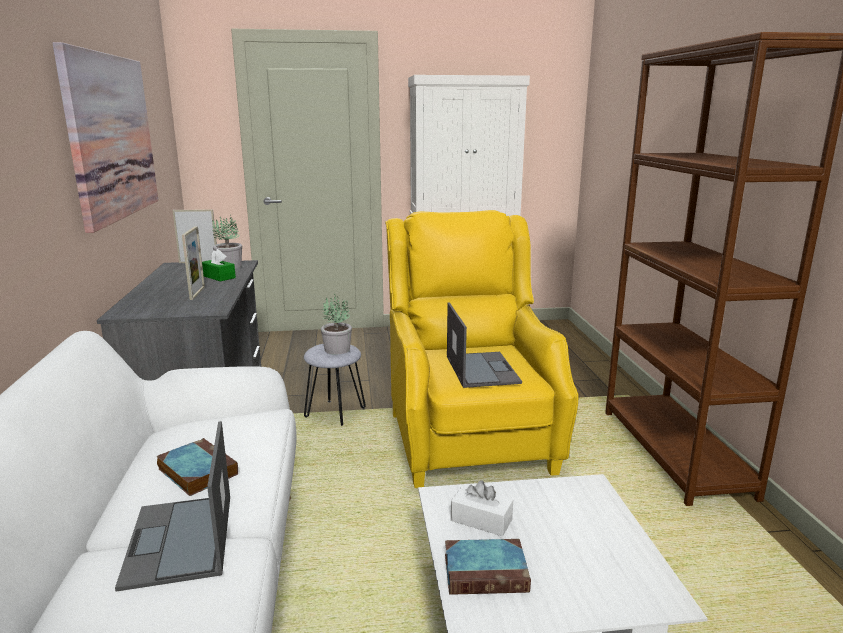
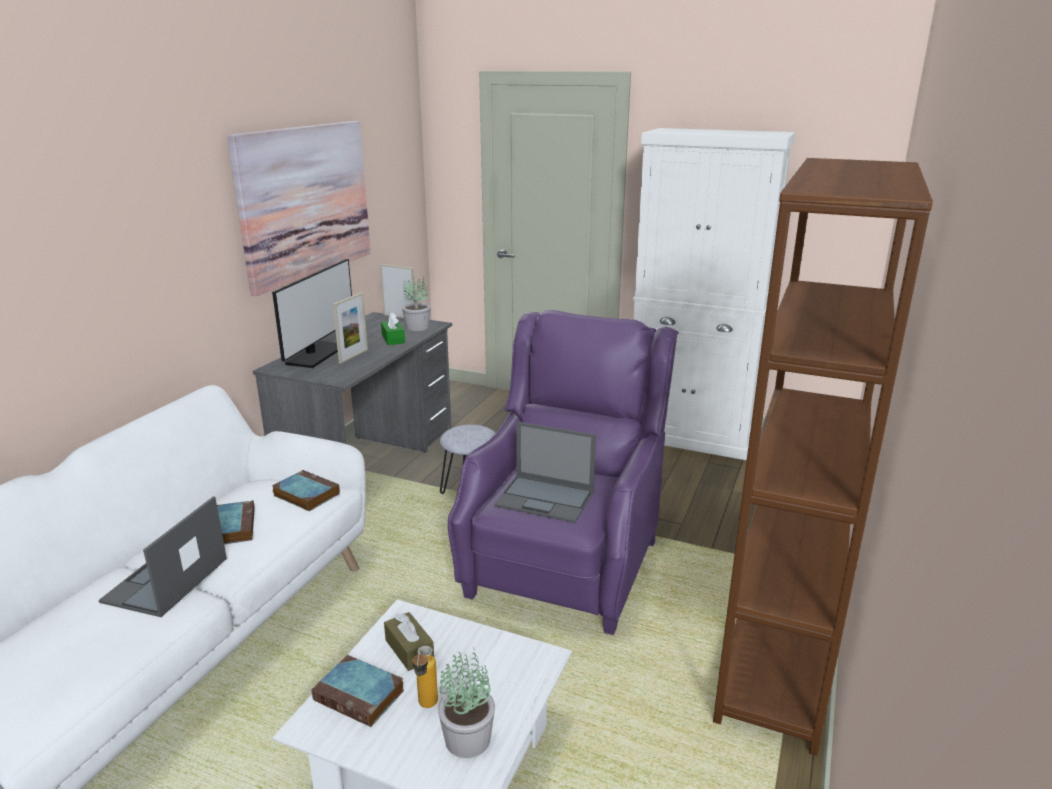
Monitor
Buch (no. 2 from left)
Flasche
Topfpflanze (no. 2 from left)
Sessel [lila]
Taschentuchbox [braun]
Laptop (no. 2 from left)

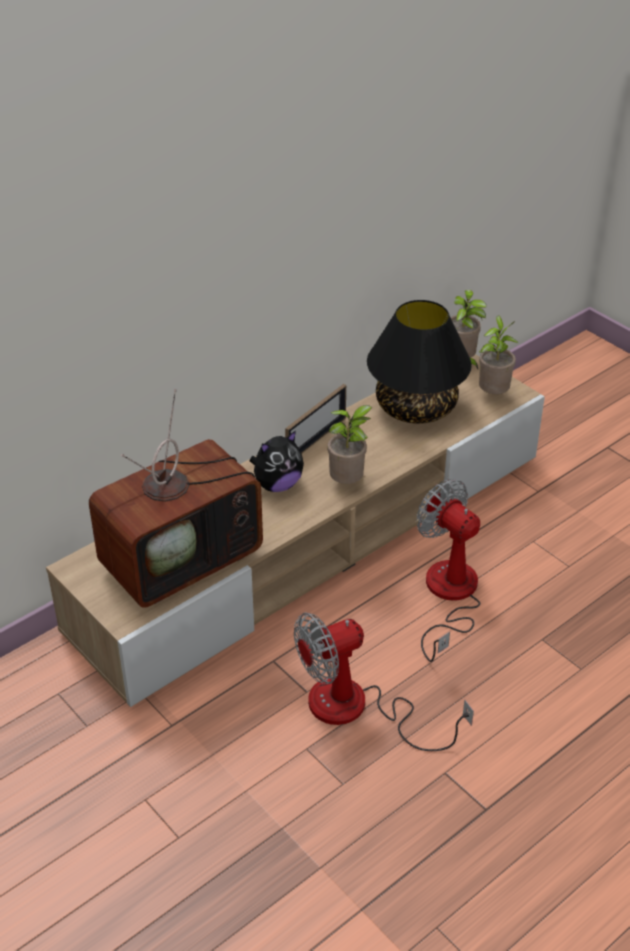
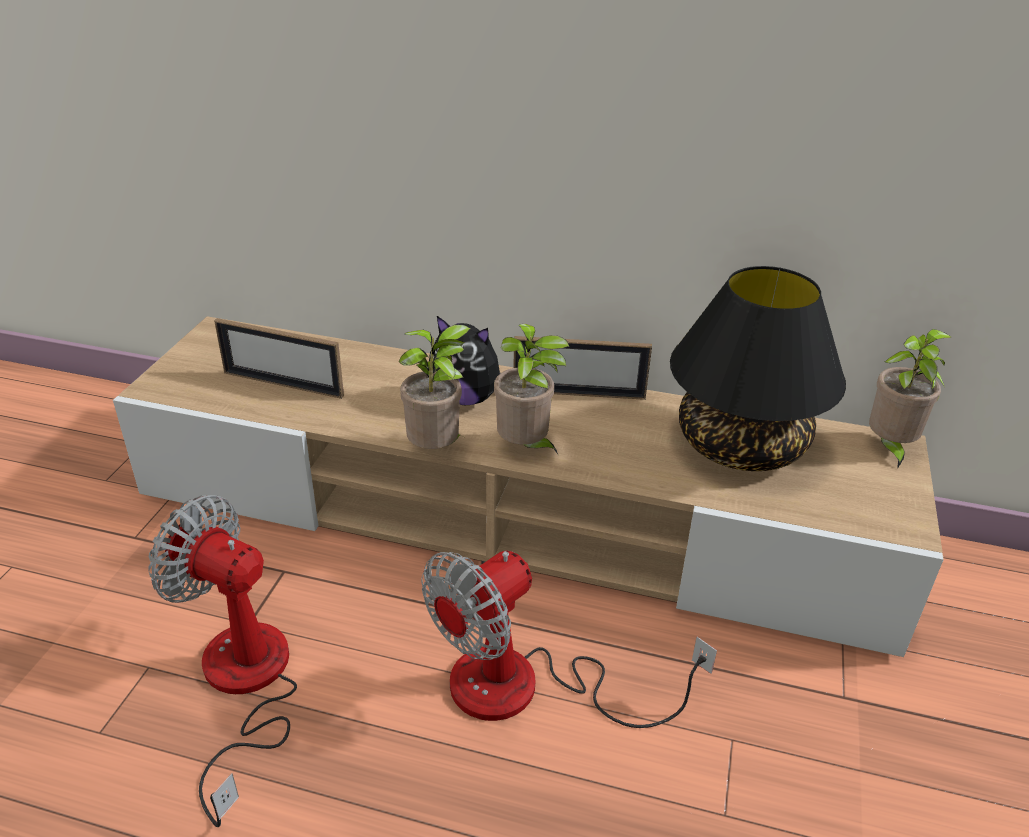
Topfpflanze (no. 1 from left)
Bilderrahmen (no. 1 from left)
Ventilator (no. 2 from left)

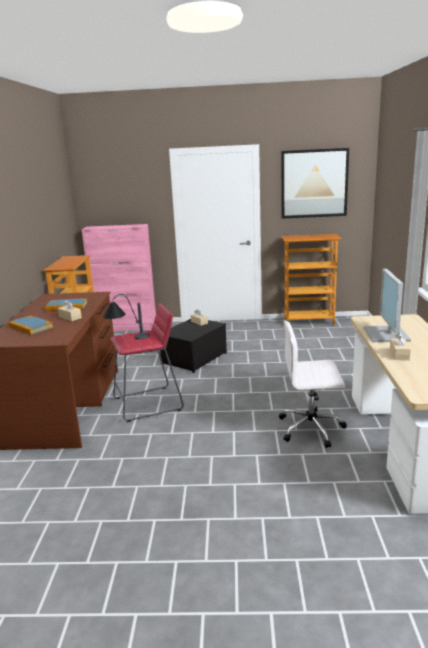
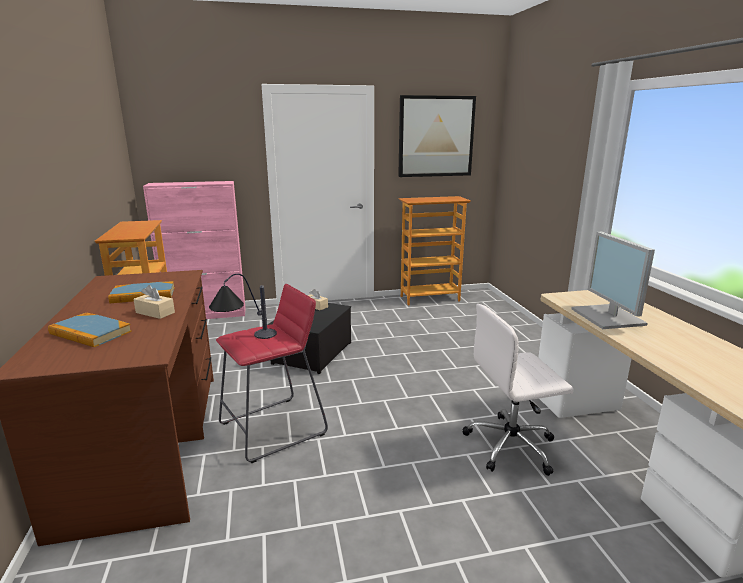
Taschentuchbox [beige] (no. 3 from left in the first image)

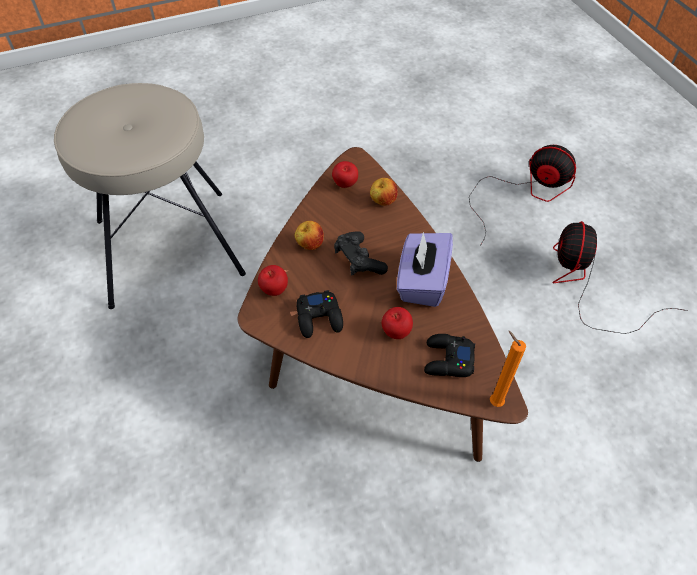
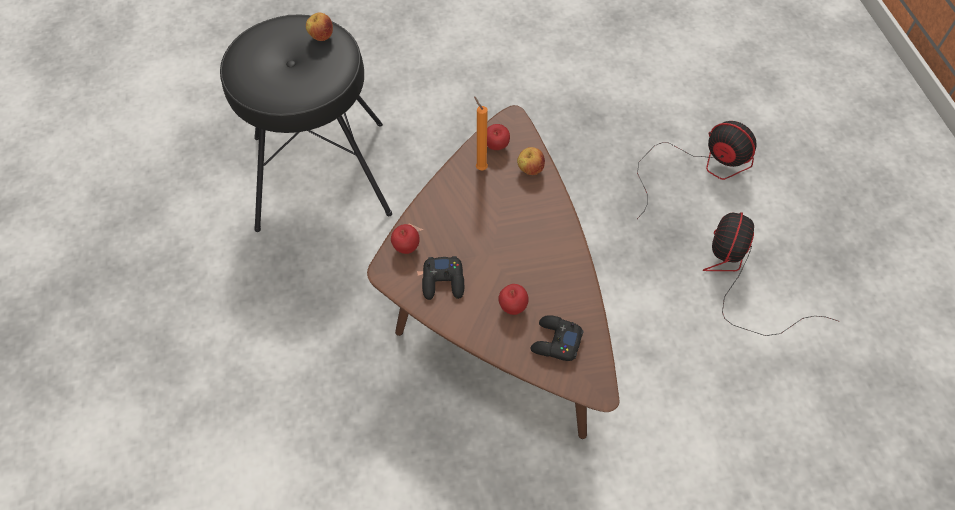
Gamepad [schwarz] (no. 2 from left in the first image)
Taschentuchbox [lila]
Apfel (no. 1 from left)
Kerze [orange]
Hocker [schwarz]

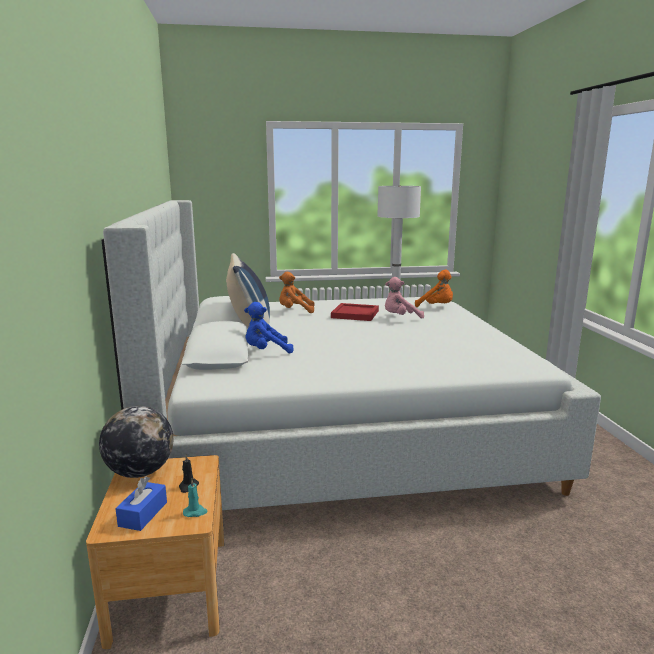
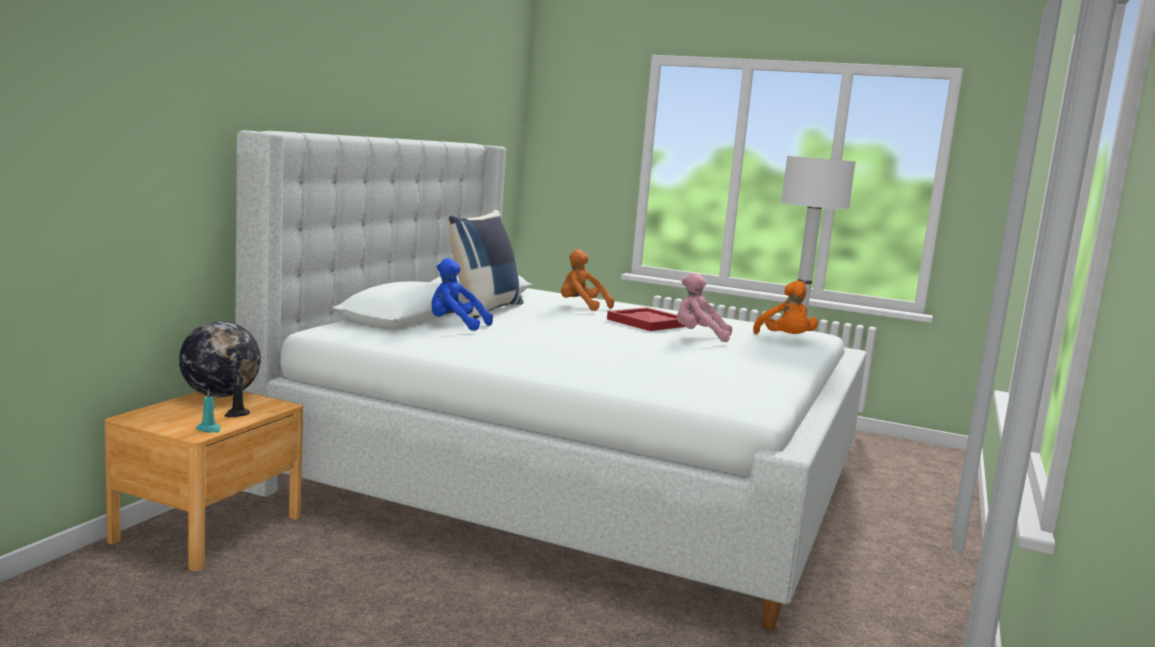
Taschentuchbox [blau]

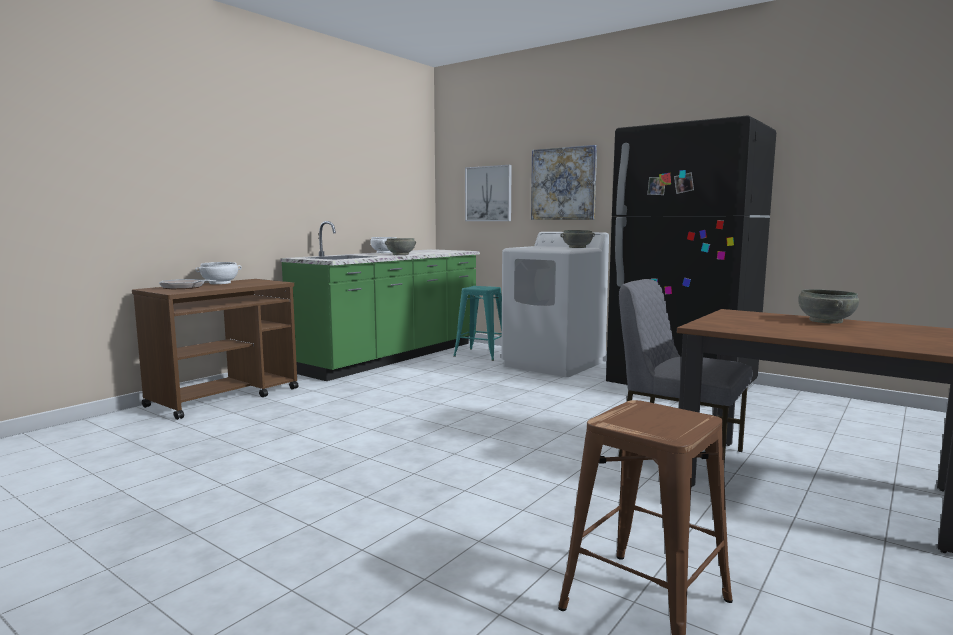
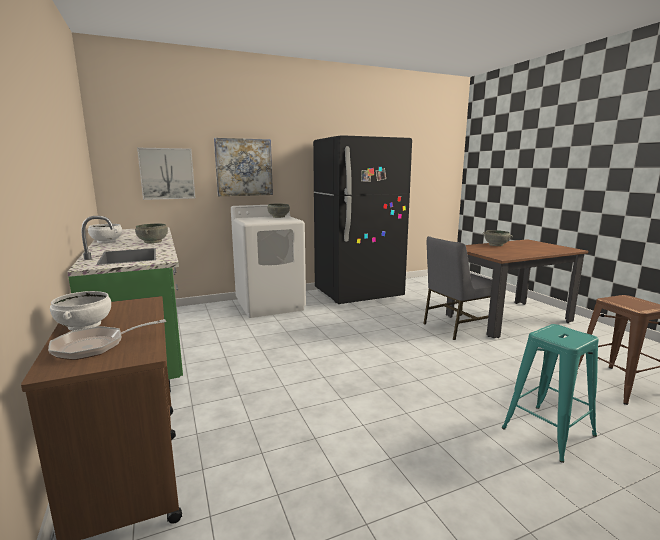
Hocker [türkis]

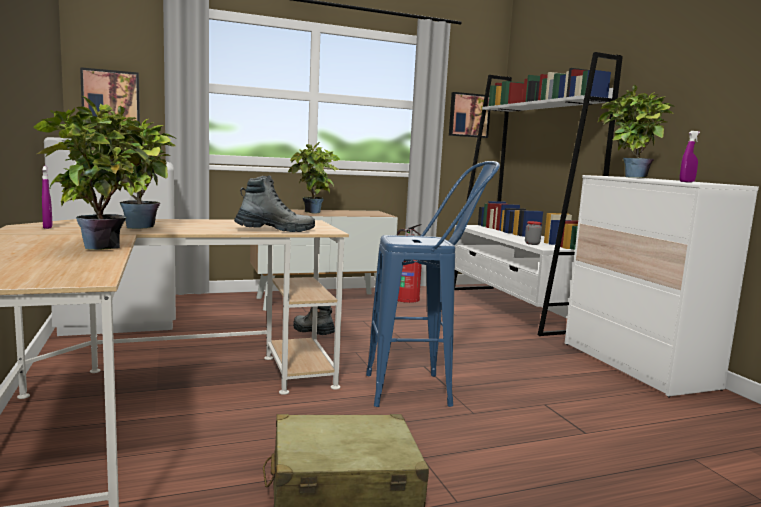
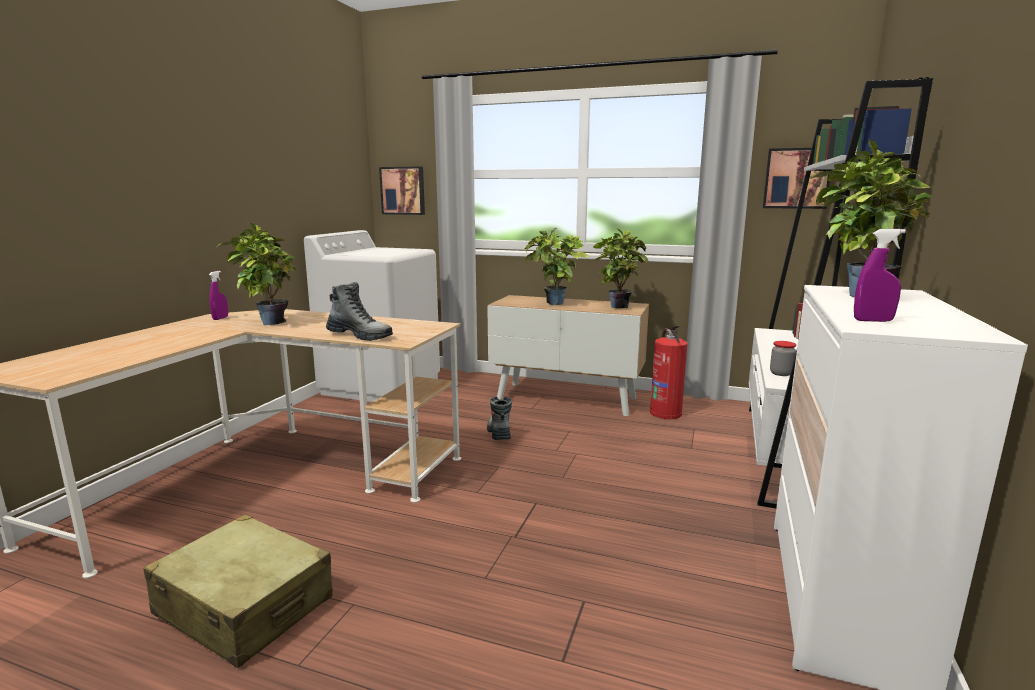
Hocker [blau]
Topfpflanze (no. 3 from left)

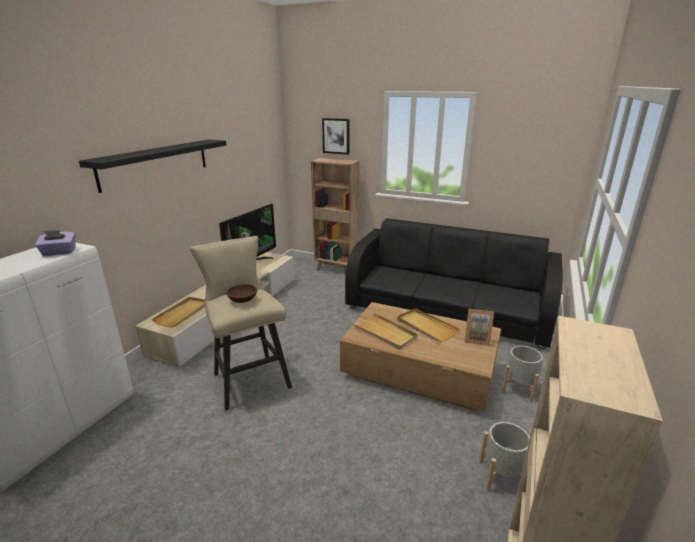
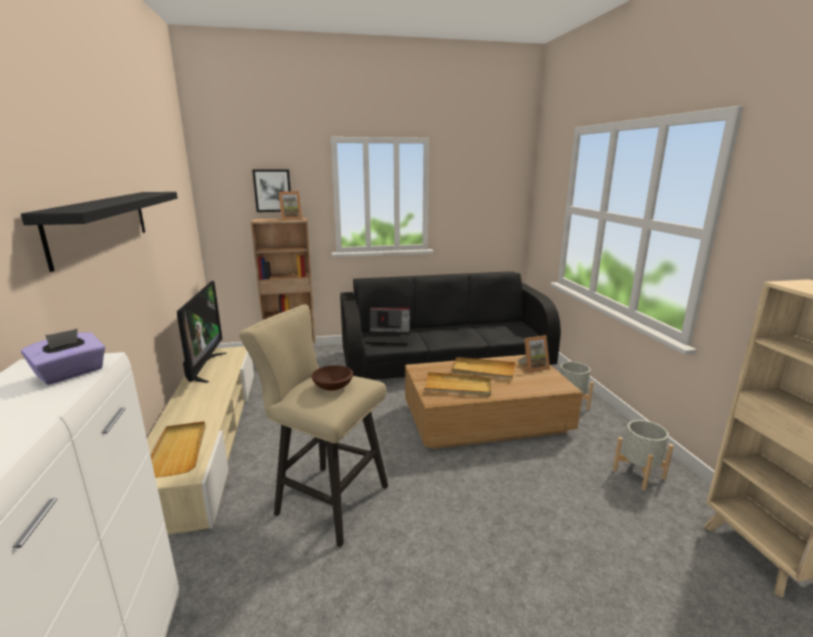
Bilderrahmen (no. 1 from left)
Laptop

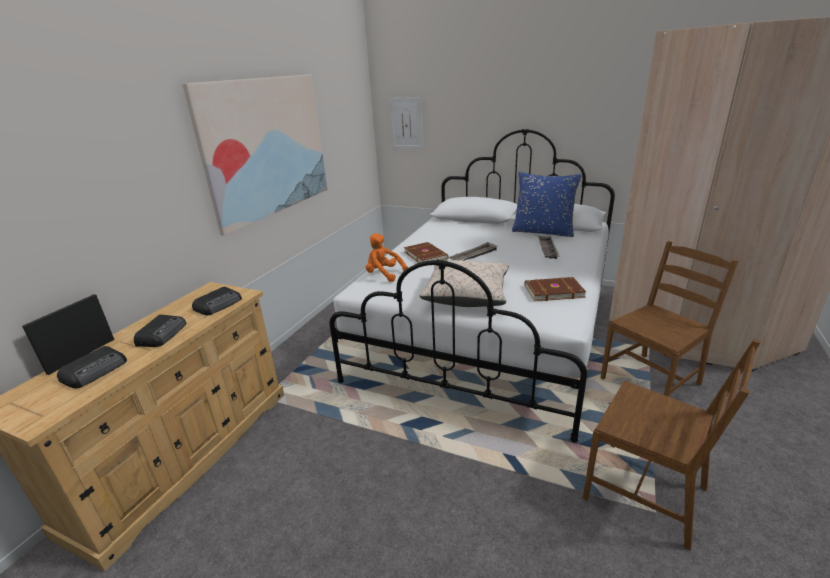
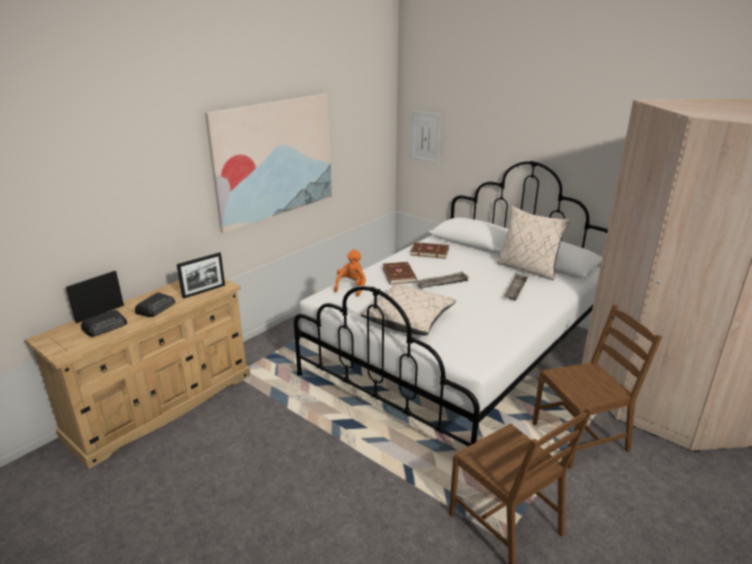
Buch [braun] (no. 2 from left)
Bilderrahmen (no. 2 from left)
Kissen [beige] (no. 2 from left)
Plüschtier [orange]

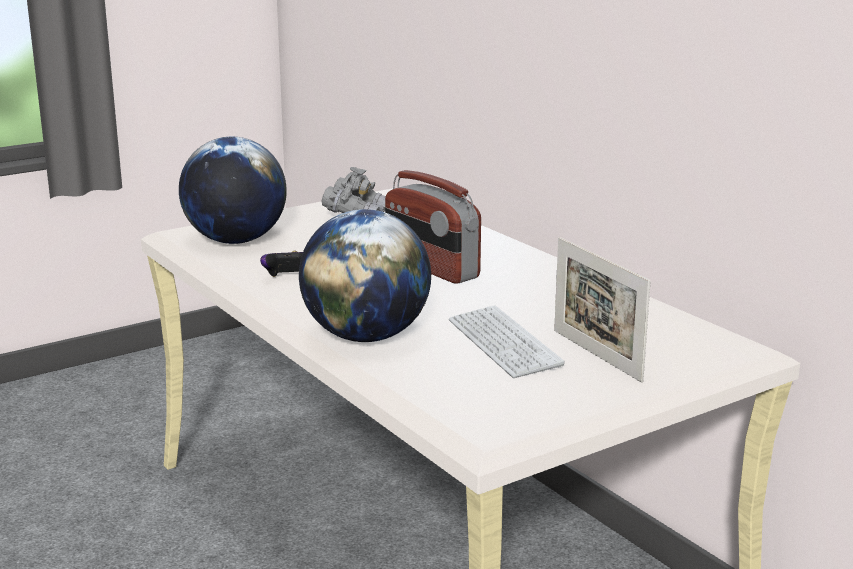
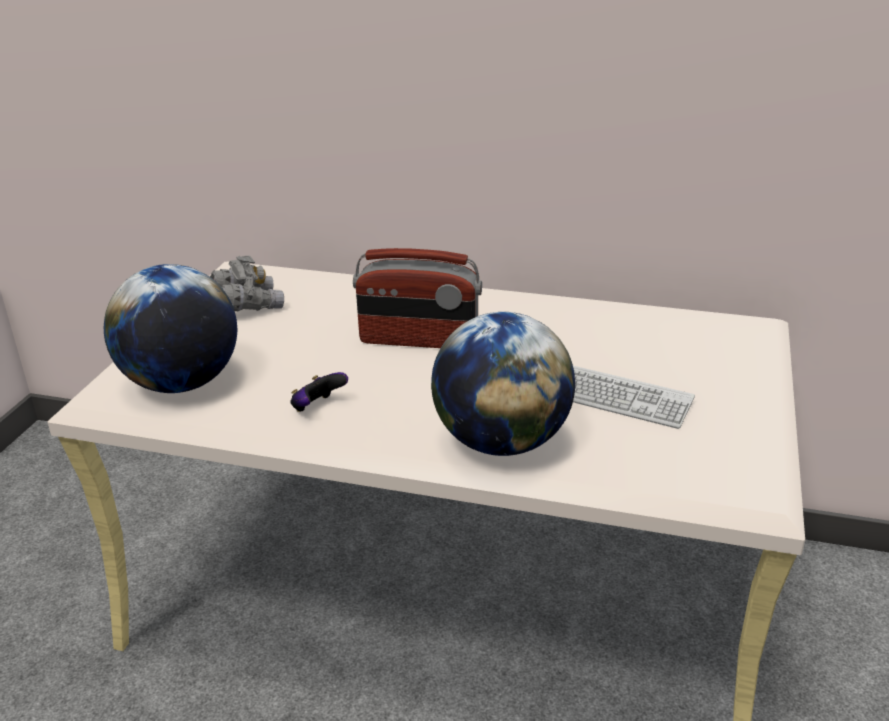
Bilderrahmen

